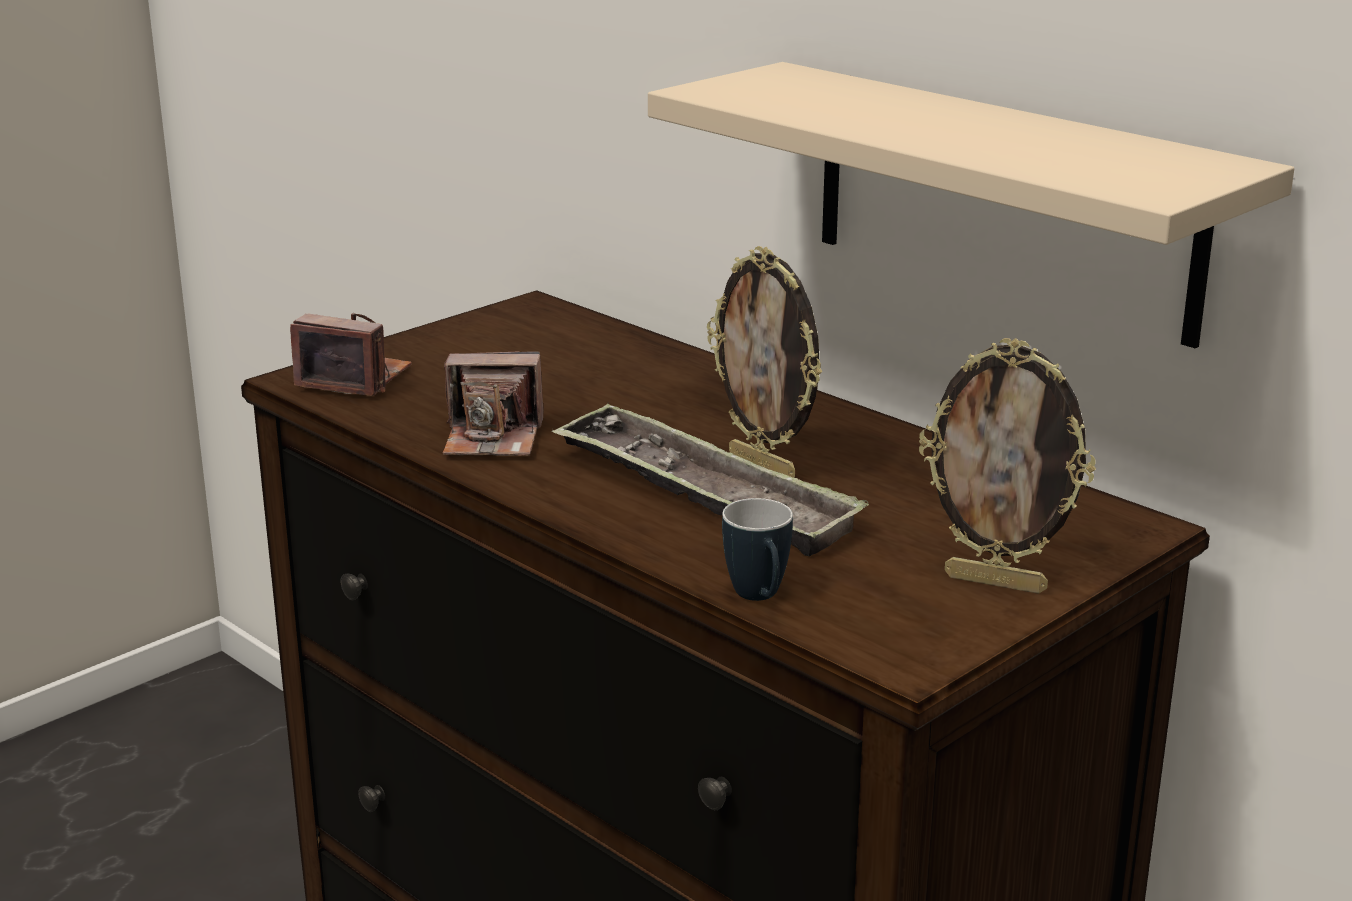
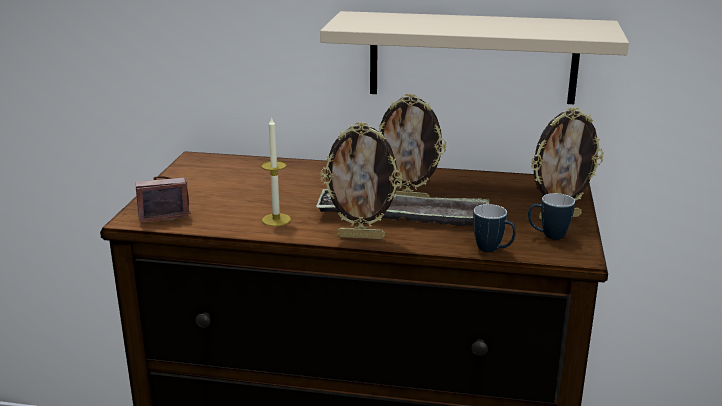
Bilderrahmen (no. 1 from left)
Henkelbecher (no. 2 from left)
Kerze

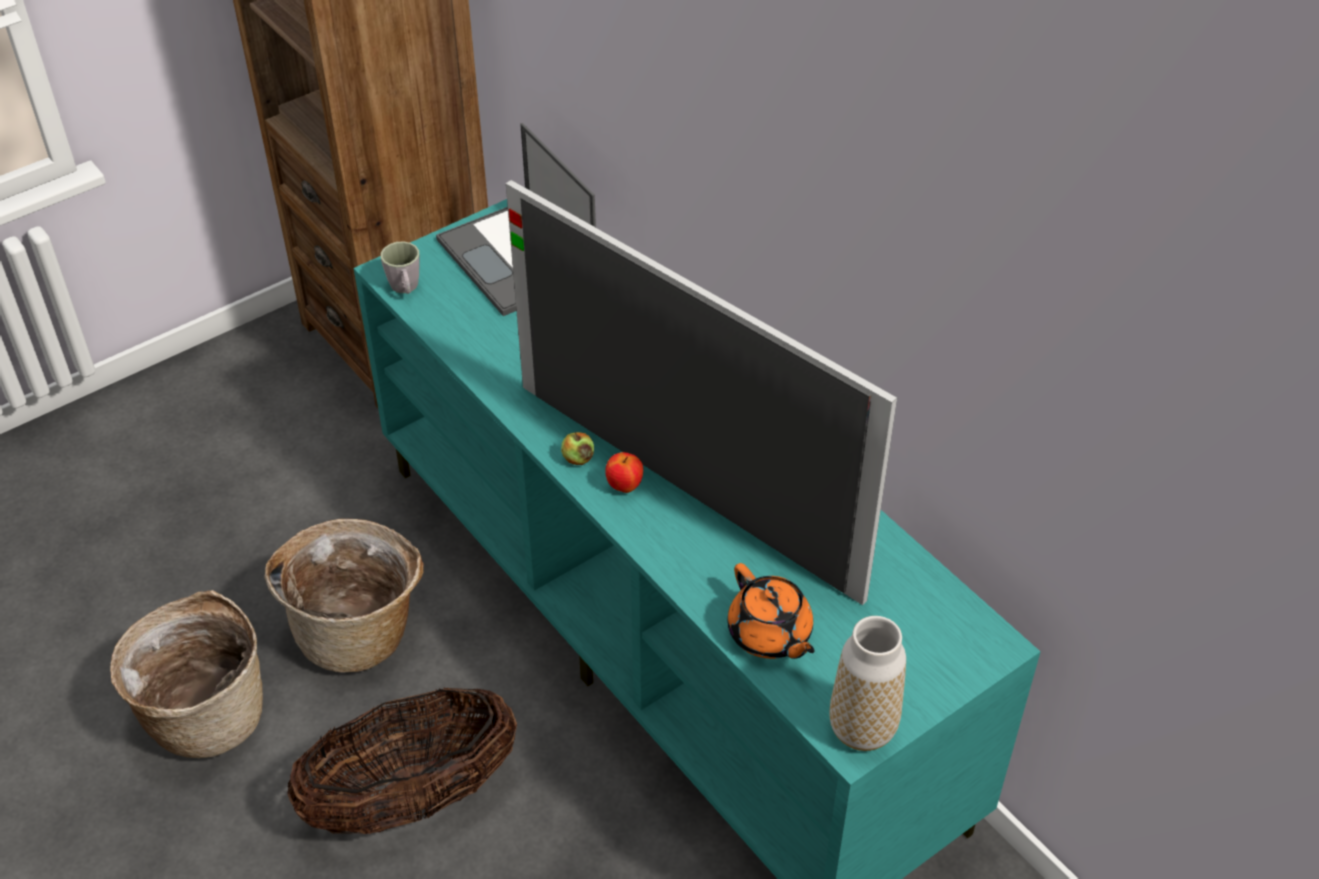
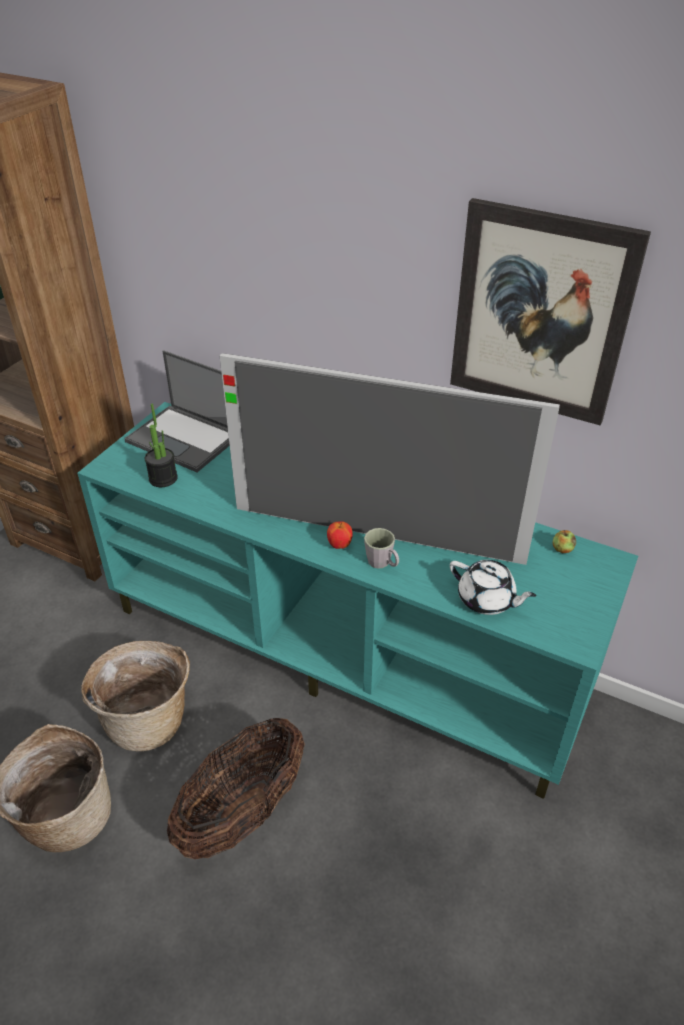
Vase
Topfpflanze
Bild
Henkelbecher [grau]
Apfel (no. 2 from left)
Teekanne [weiß]

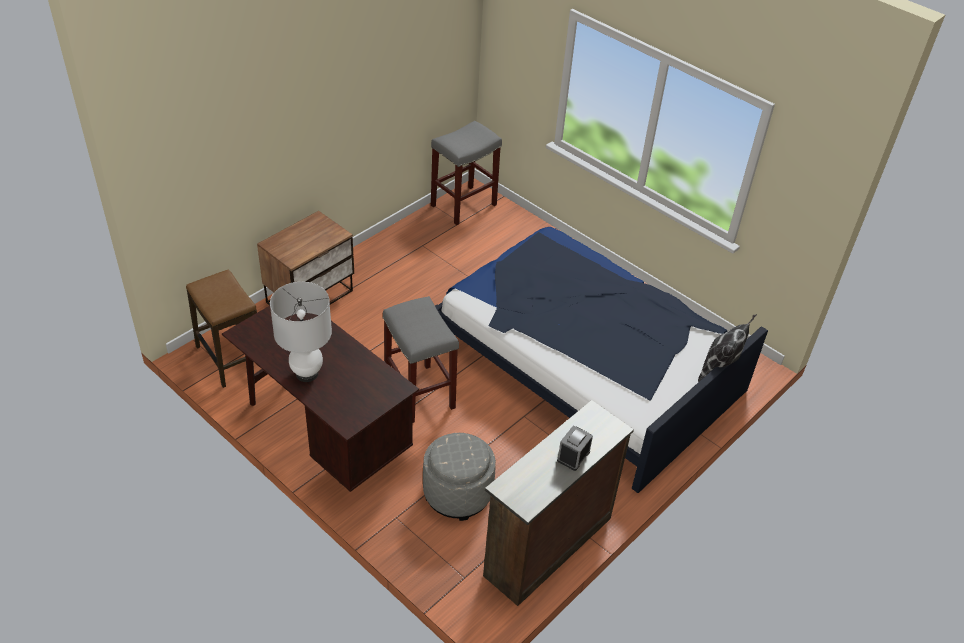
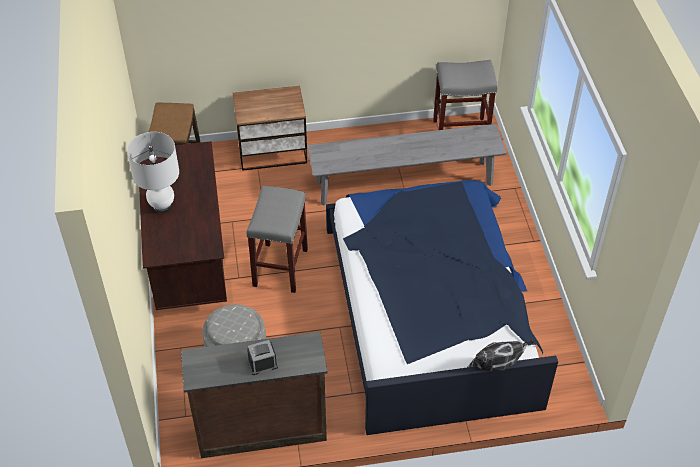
Bank [grau]

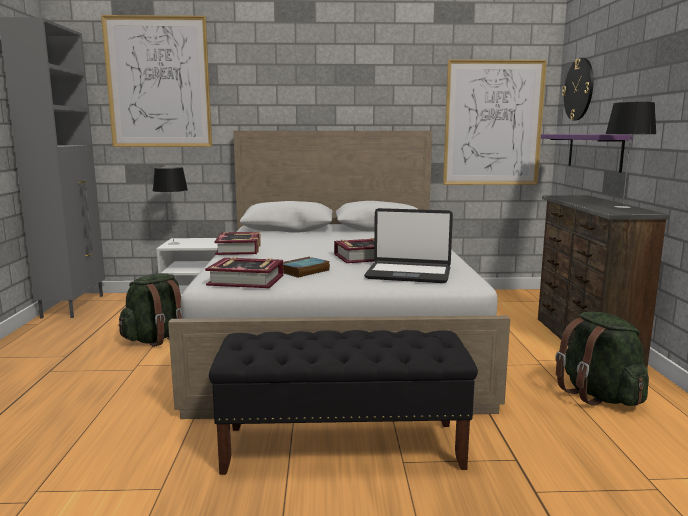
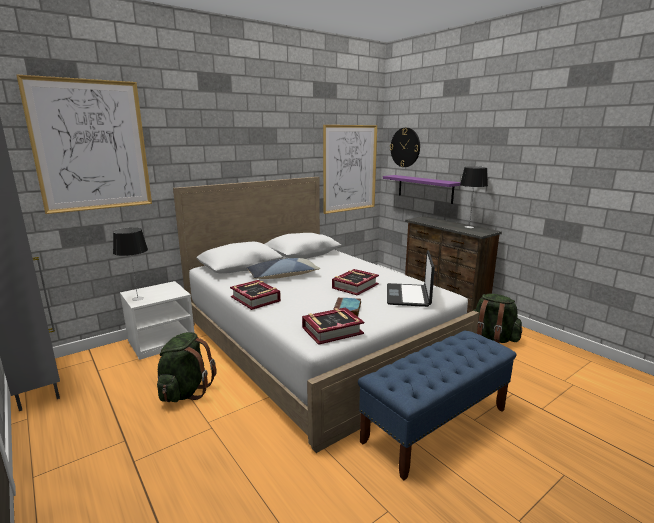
Kissen
Bank [blau]
Laptop

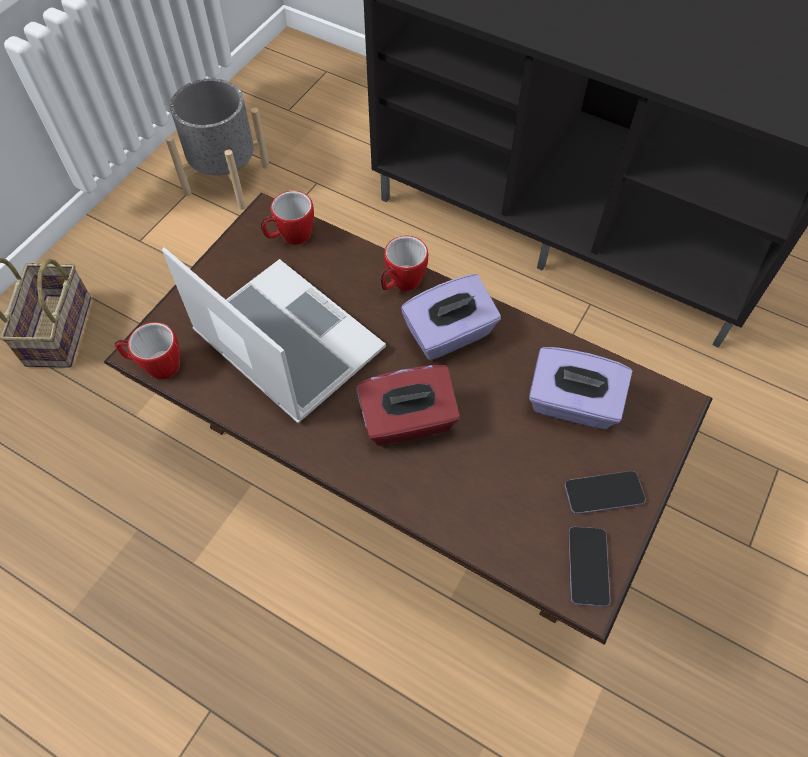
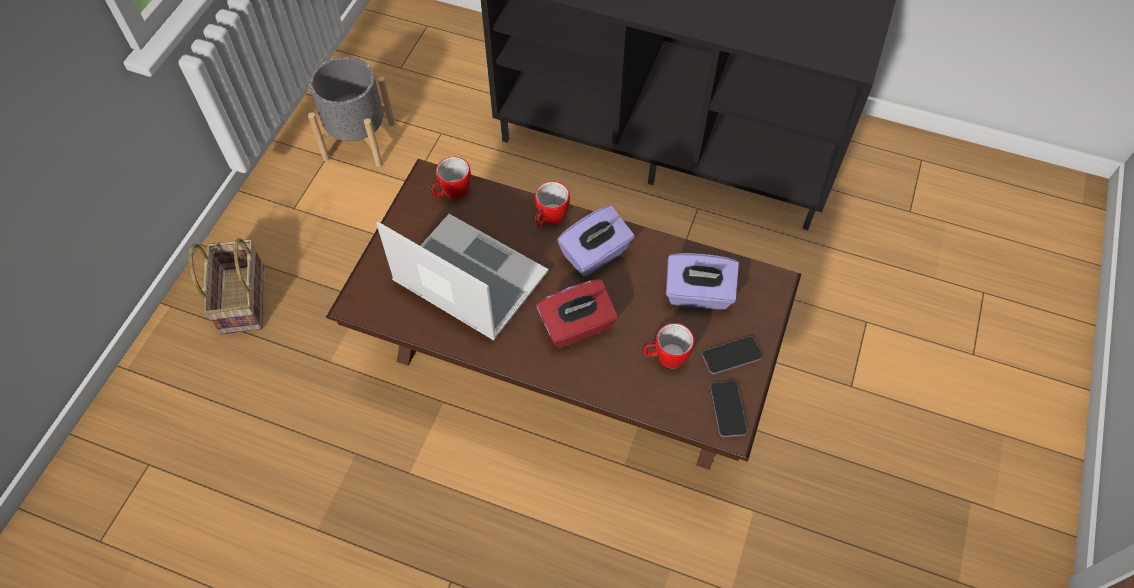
Henkelbecher (no. 3 from left)

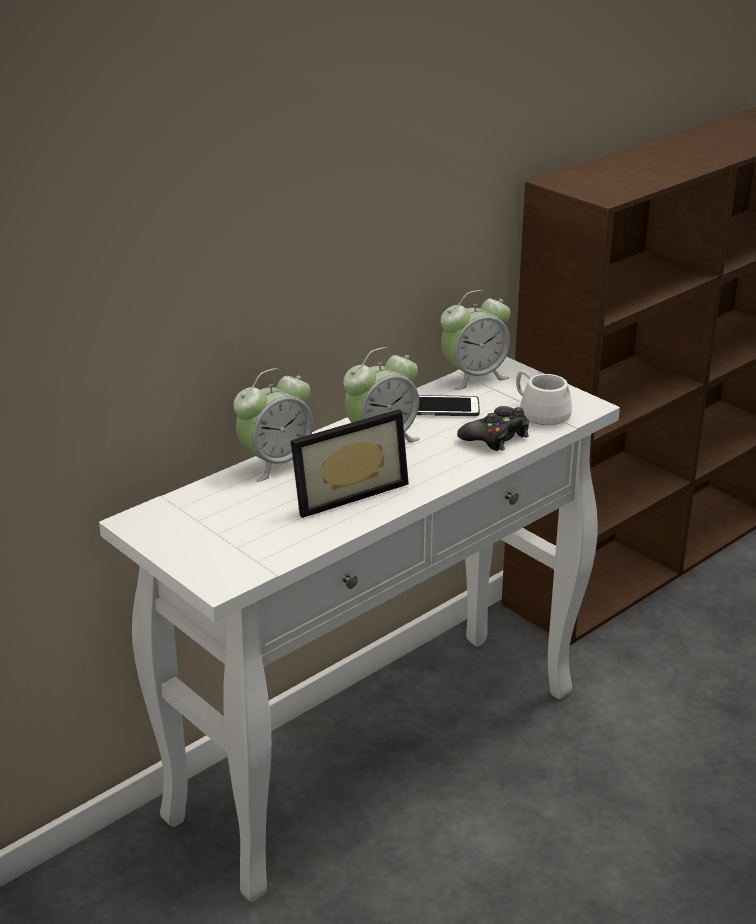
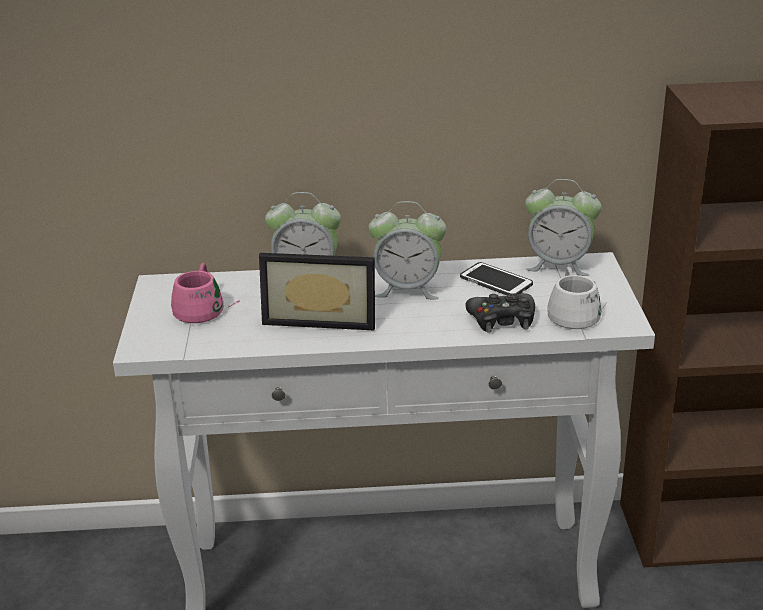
Henkelbecher [rosa]

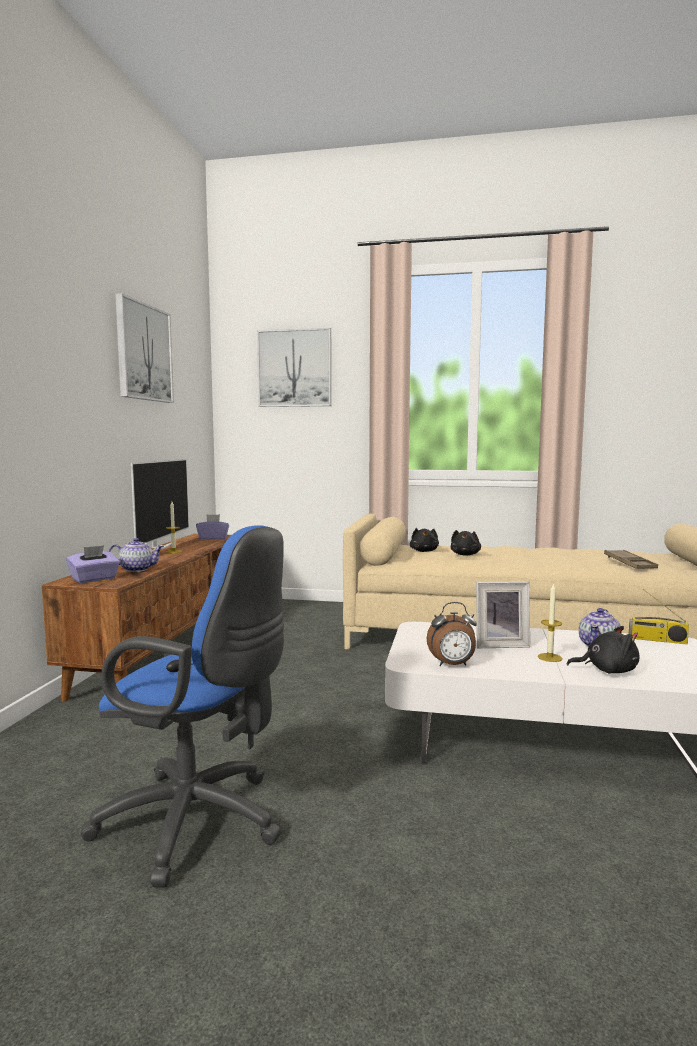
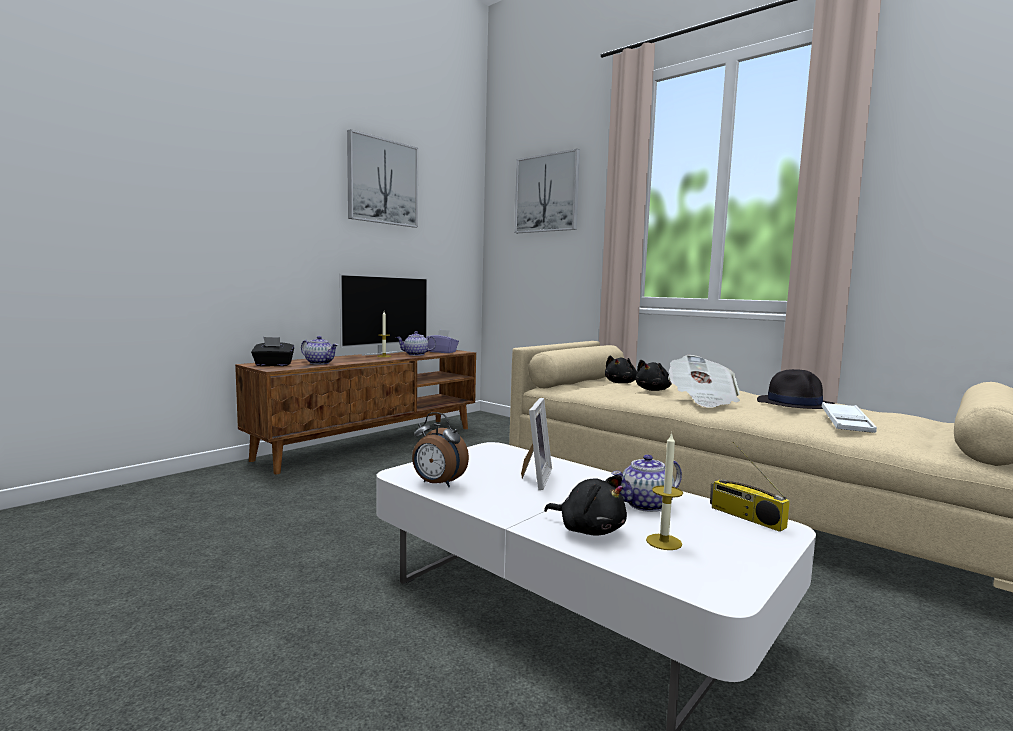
Bürostuhl [blau]
Teekanne (no. 2 from left)
Zeitung
Hut [schwarz]
Kerze (no. 2 from left)
Taschentuchbox [schwarz]
Tablett [weiß]
Bilderrahmen

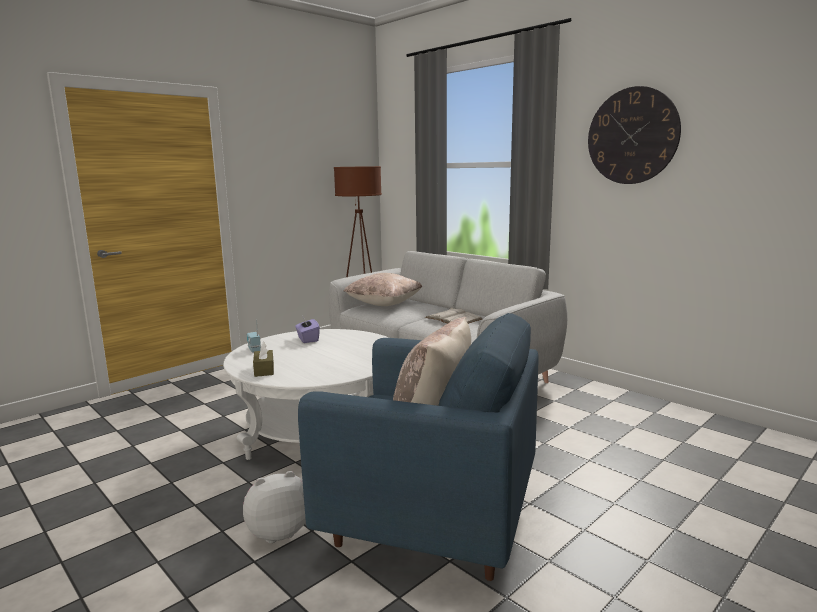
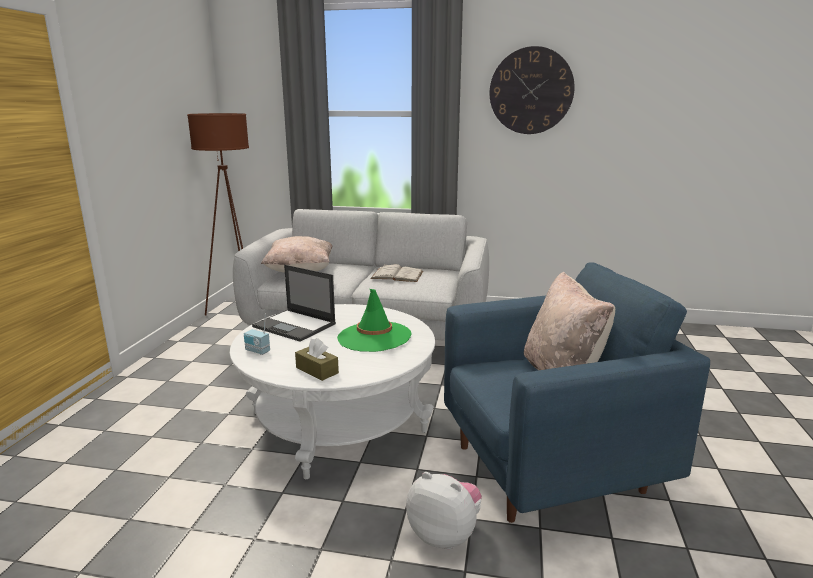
Hut [grün]
Laptop
Plüschtier

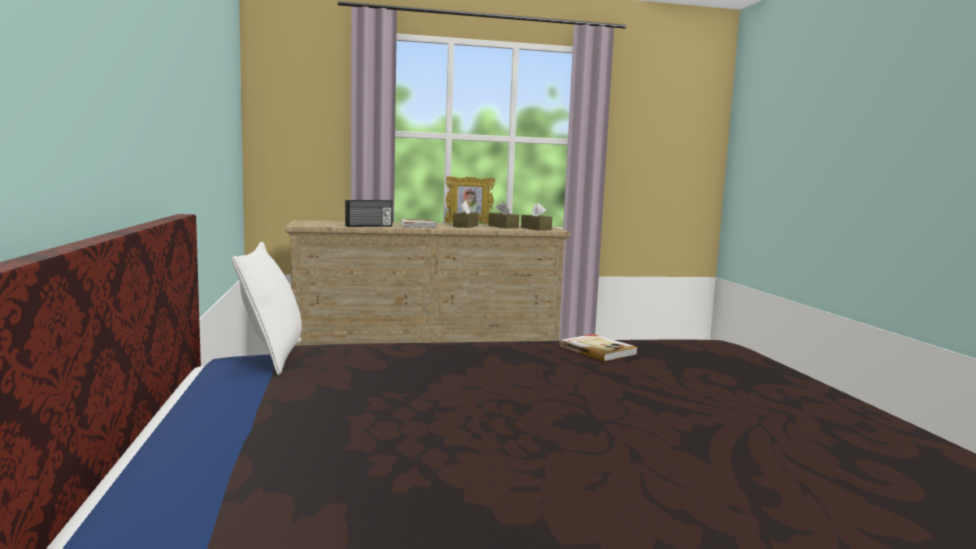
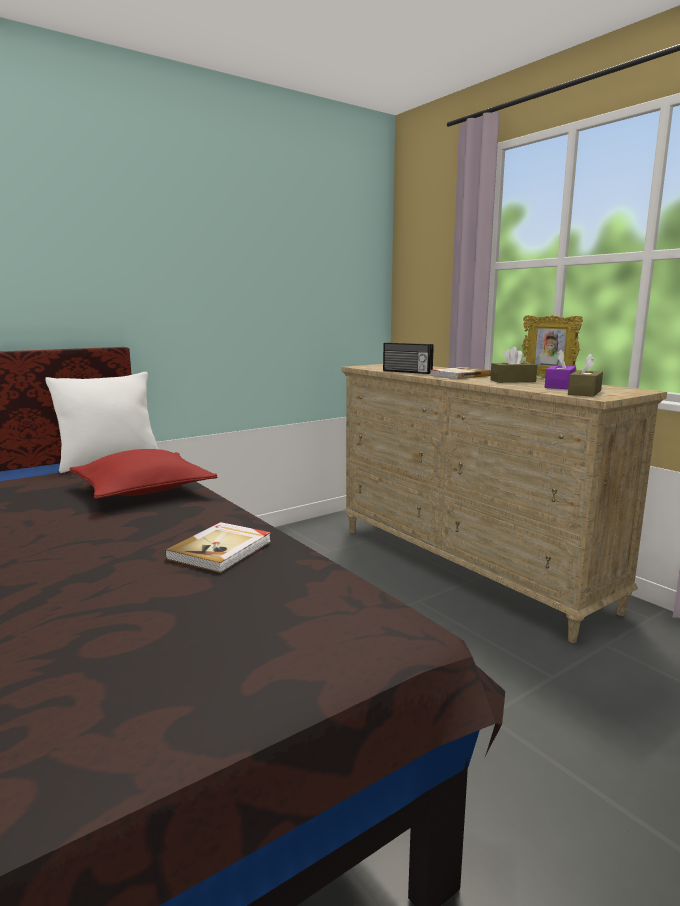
Kissen [rot]
Taschentuchbox [lila]

